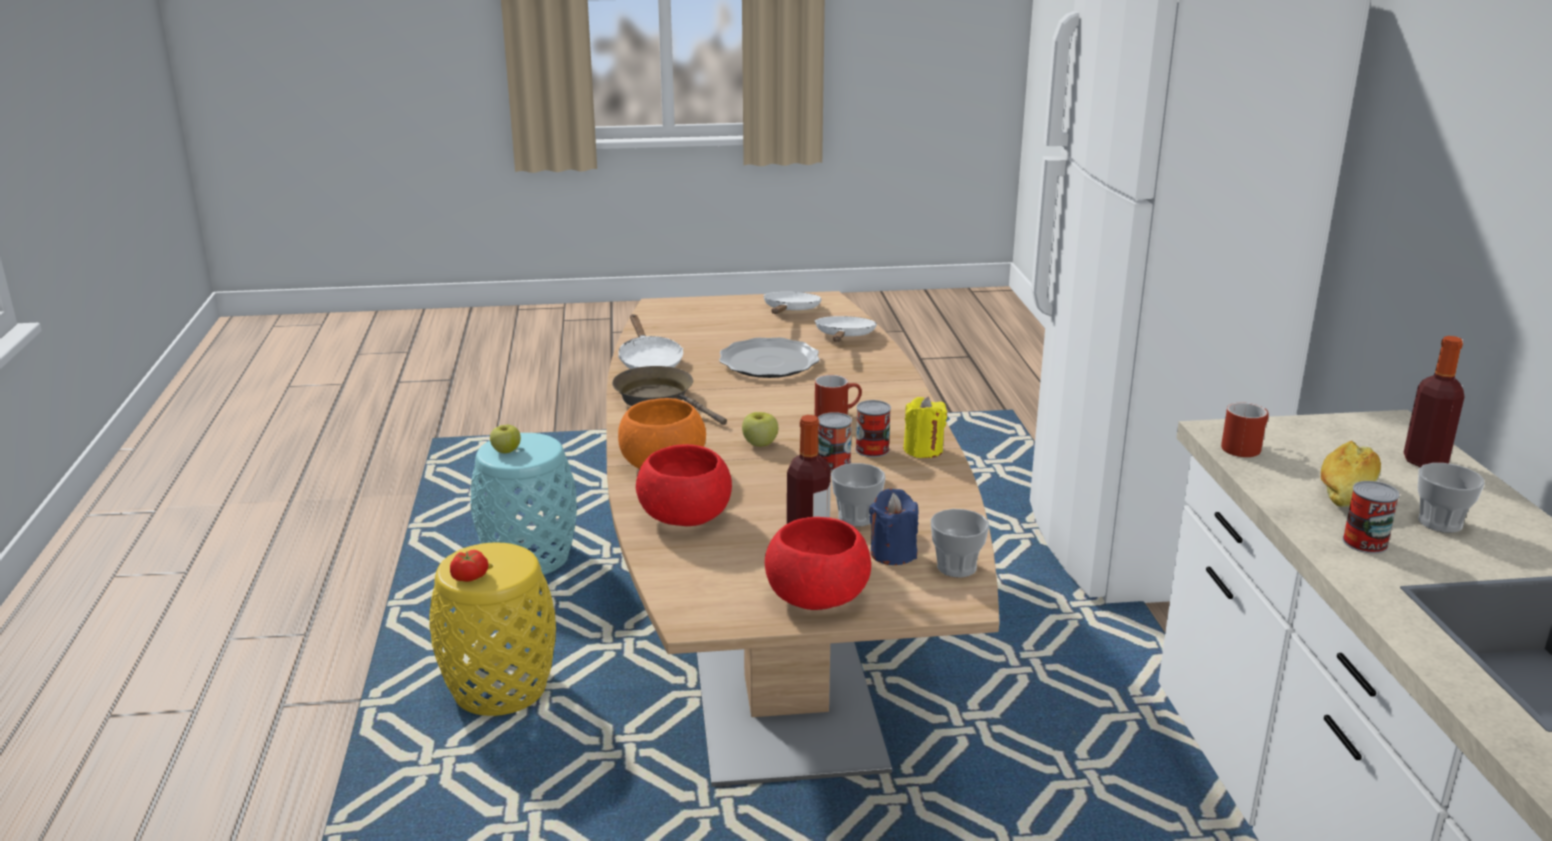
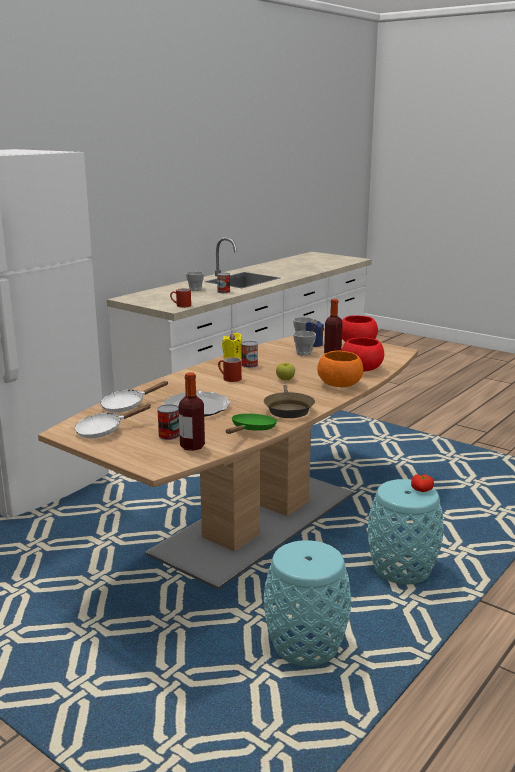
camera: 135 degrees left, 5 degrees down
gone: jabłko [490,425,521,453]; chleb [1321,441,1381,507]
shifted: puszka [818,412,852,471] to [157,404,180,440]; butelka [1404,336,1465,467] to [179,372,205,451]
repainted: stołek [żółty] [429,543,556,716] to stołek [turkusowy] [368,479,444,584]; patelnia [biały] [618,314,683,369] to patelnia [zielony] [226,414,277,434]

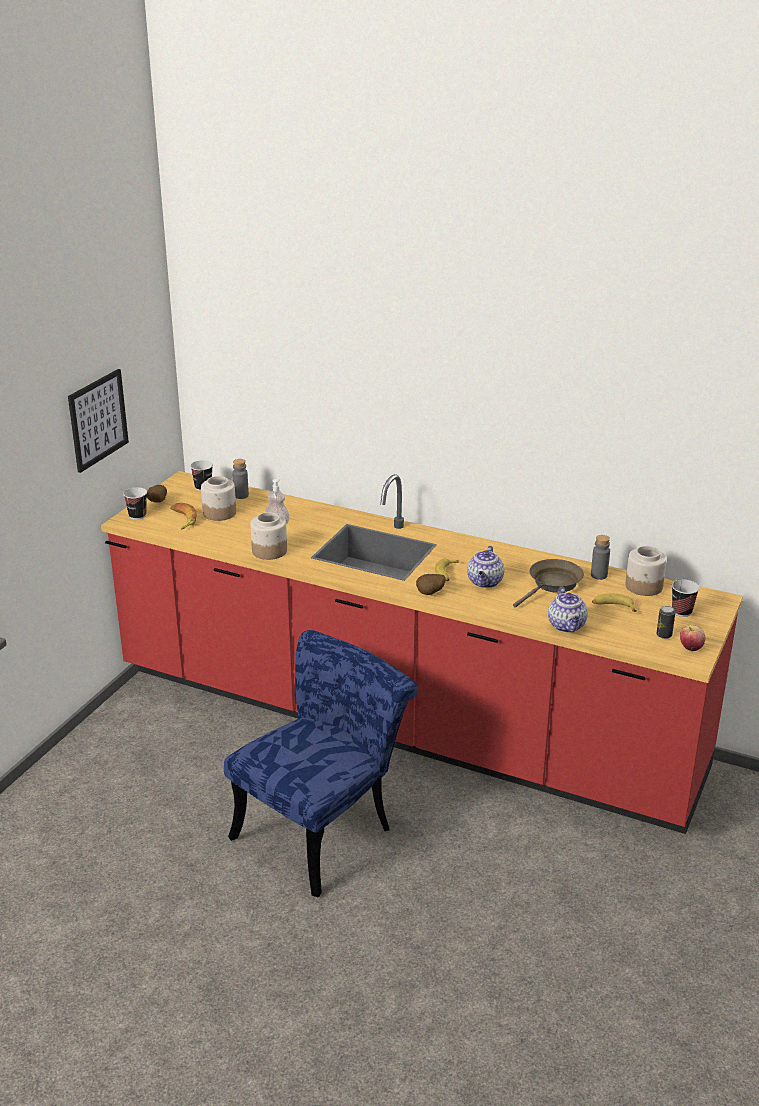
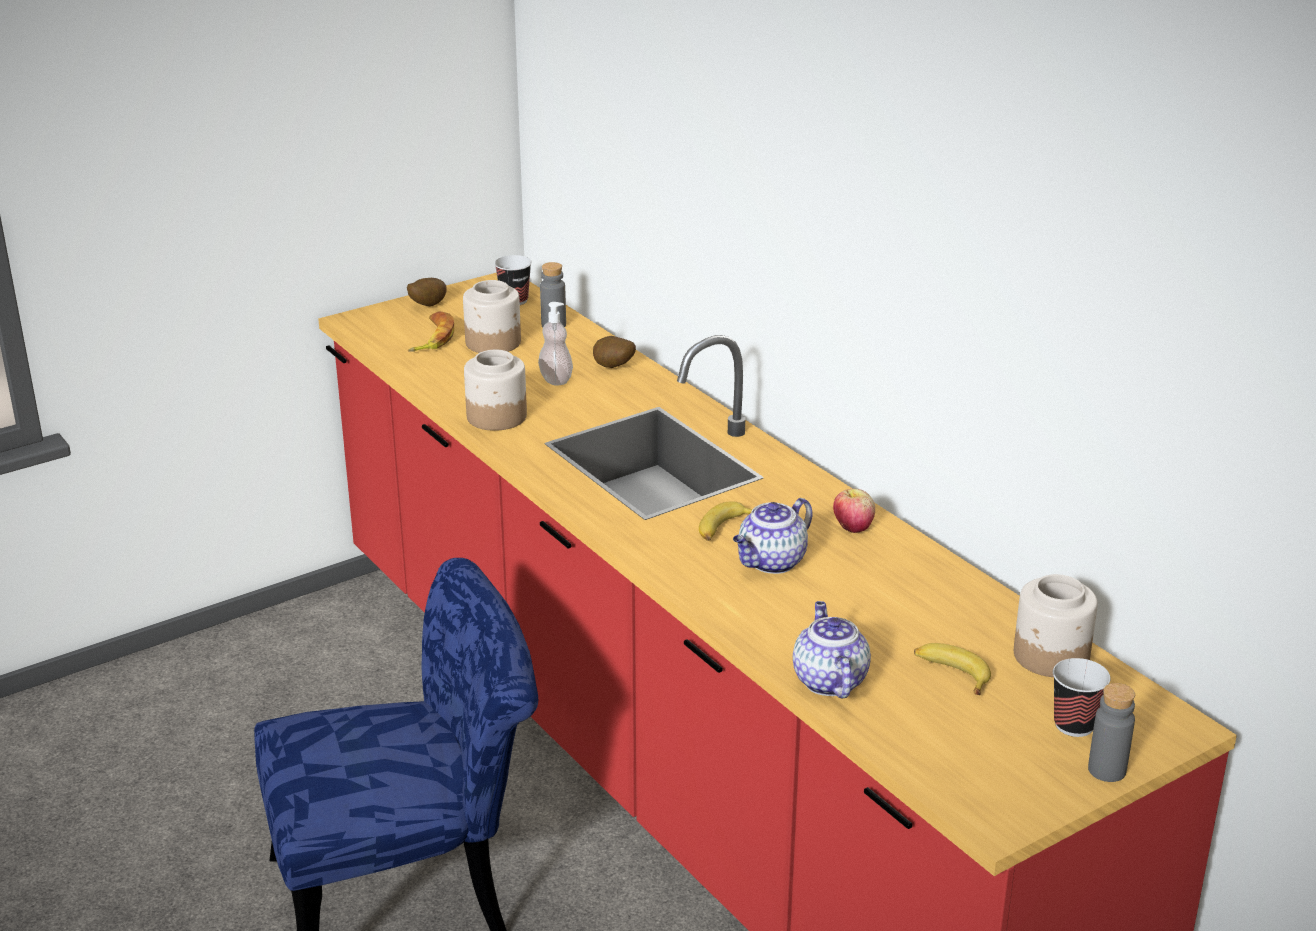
camera: 30 degrees right, 0 degrees up
gone: obraz [68,369,129,473]; filiżanka [123,487,147,520]; patelnia [brązowy] [513,559,584,608]; puszka [656,606,675,639]
shifted: ziemniak [416,574,446,595] to [593,336,636,368]; butelka [szary] [591,535,610,580] to [1088,683,1135,782]; jabłko [680,625,705,651] to [833,489,875,533]
rotated: imbryk [548,587,588,632] = [793,601,871,698] 150 degrees clockwise

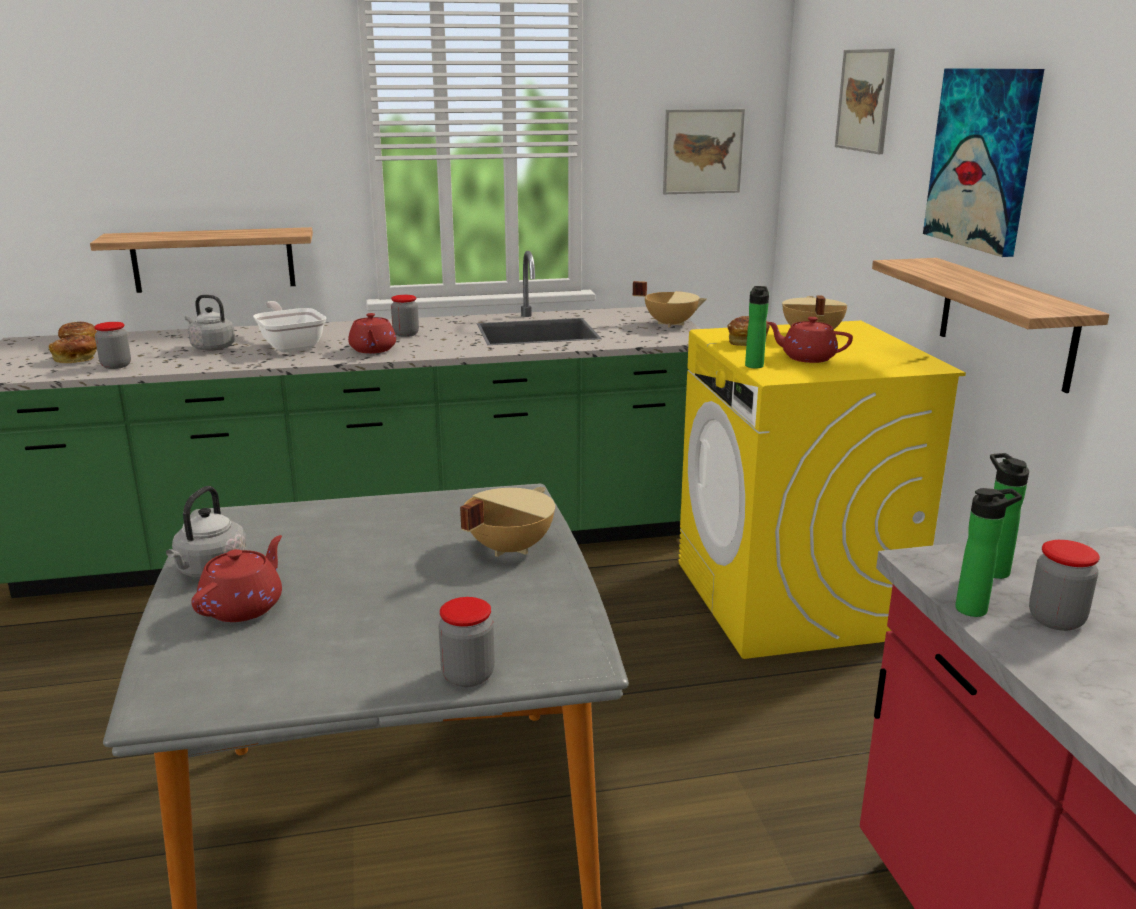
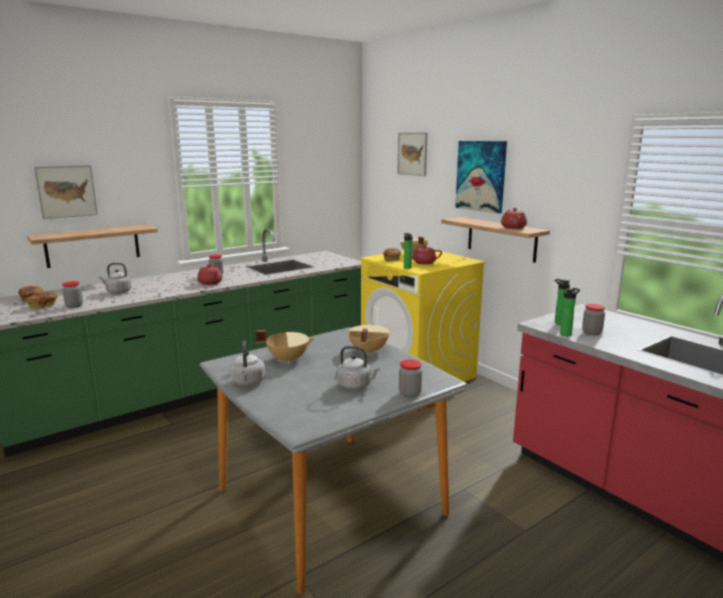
camera: 25 degrees left, 5 degrees down
gone: patelnia [253,301,326,352]
new: czajnik [szary] [337,346,380,390]
shifted: imbryk [czerwony] [191,535,282,622] to [501,208,527,229]; garnek [beżowy] [633,281,707,328] to [255,330,315,364]; obraz [663,109,745,194] to [34,165,98,219]

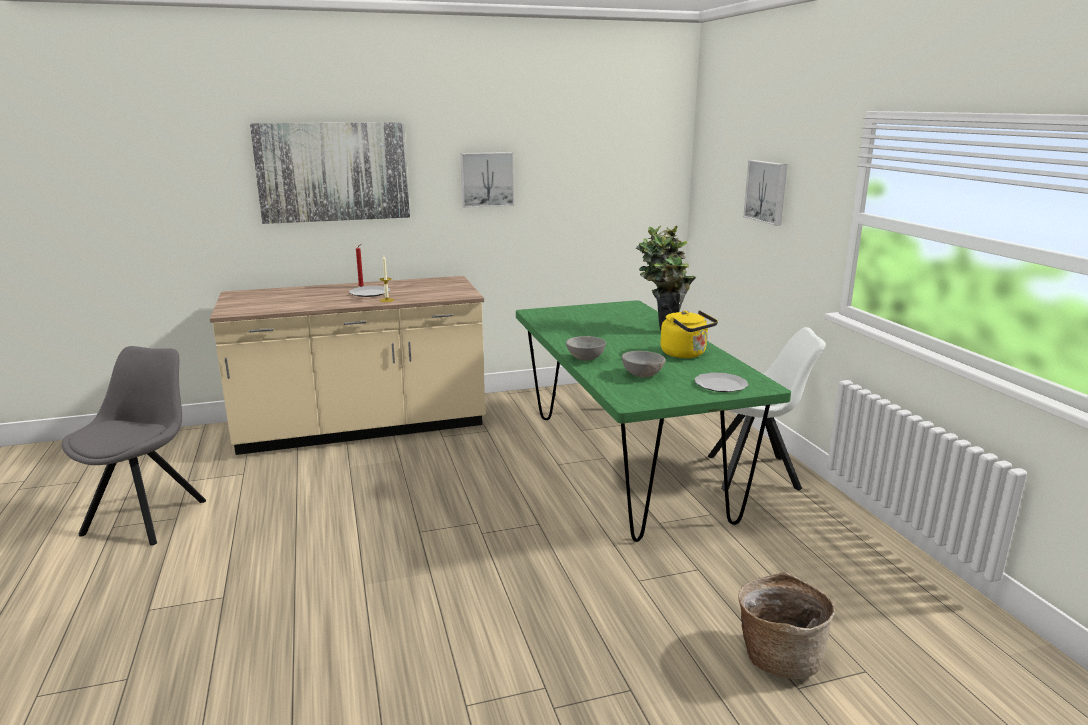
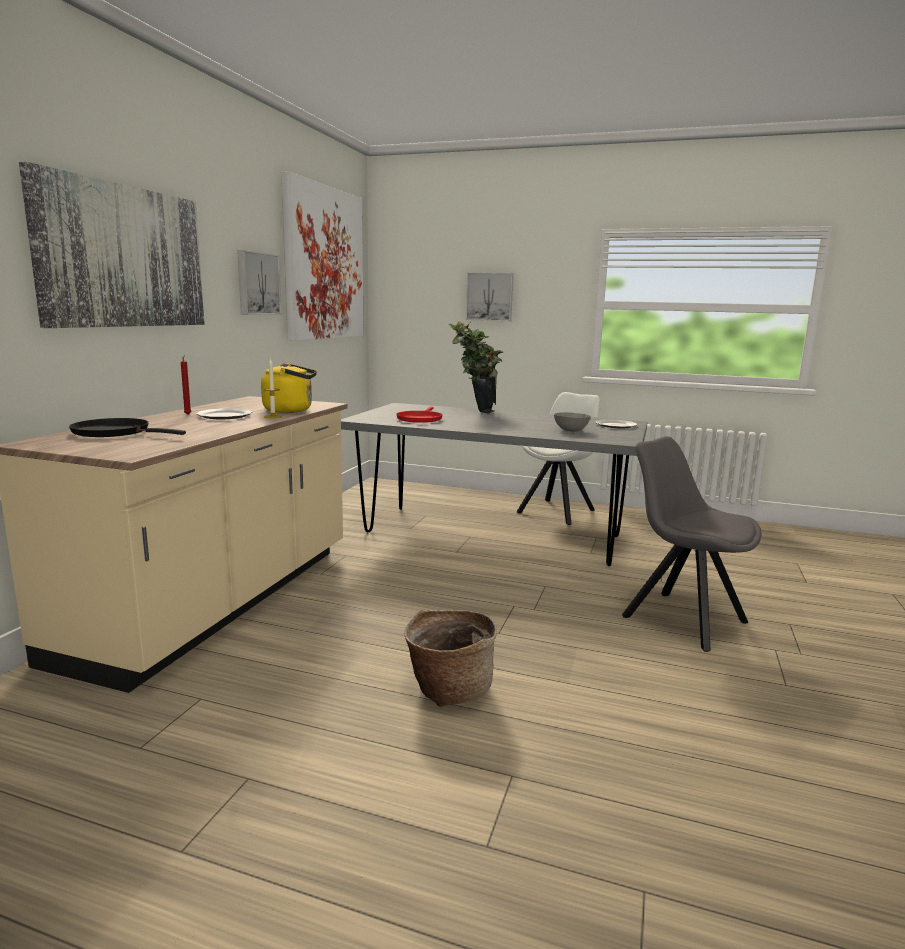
camera: 55 degrees left, 5 degrees down
gone: miska [szary] [566,336,606,361]
new: patelnia [czarny] [69,418,186,437]; obraz [281,171,363,341]; patelnia [czerwony] [396,407,443,423]
shifted: krzesło [szary] [62,346,206,545] to [622,436,761,652]; czajnik [żółty] [660,310,718,358] to [261,363,317,413]; koszyk [738,572,835,679] to [404,610,497,707]
repainted: stół jadalny [zielony] [516,300,791,542] to stół jadalny [szary] [341,403,647,566]

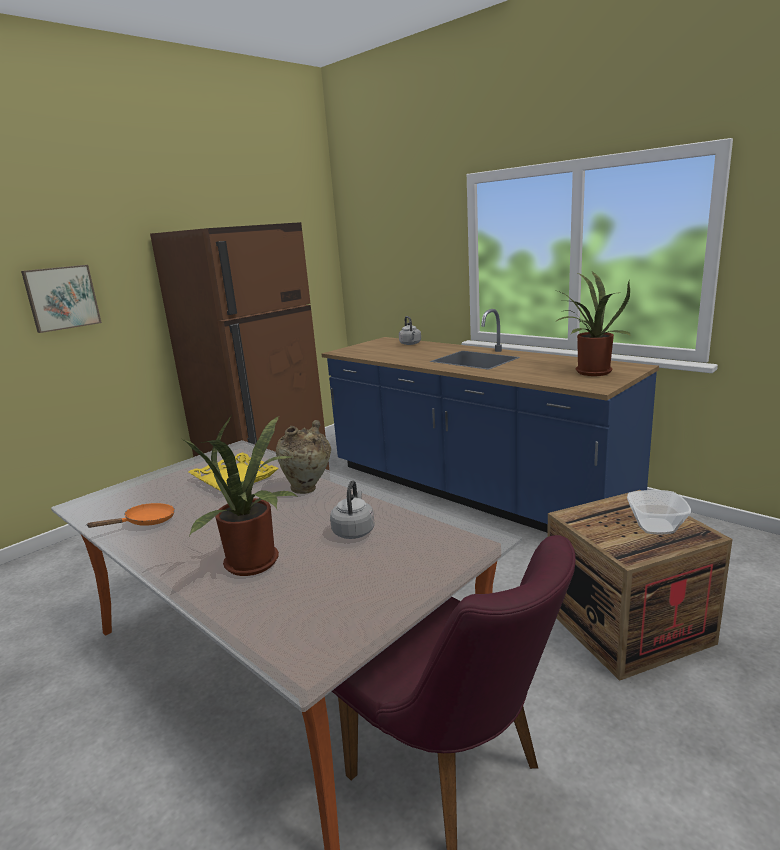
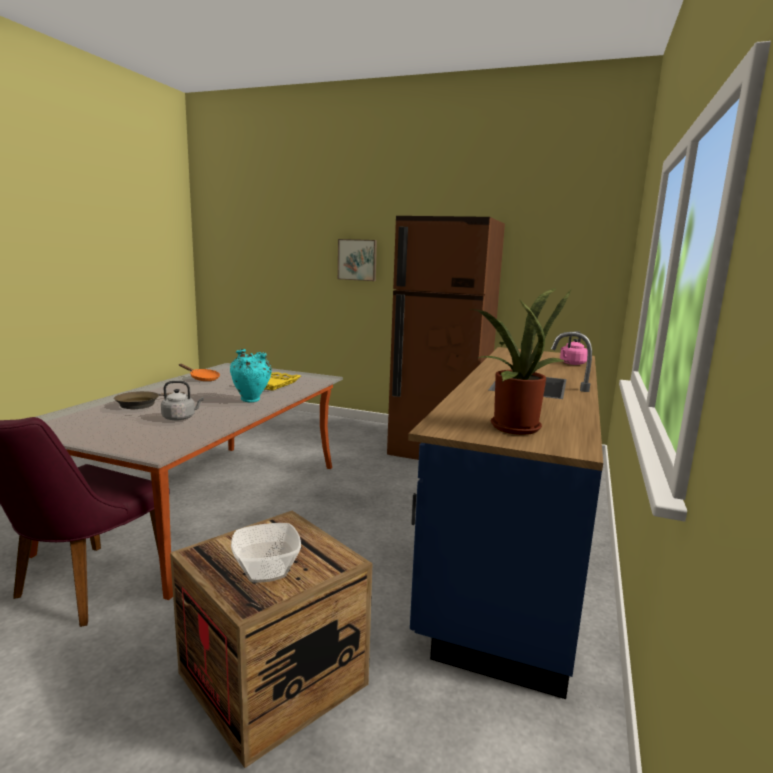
camera: 65 degrees right, 5 degrees down
swapped: roślina doniczkowa [182,416,299,576] to patelnia [brązowy] [114,391,185,409]
repainted: wazon [beżowy] [276,420,331,494] to wazon [turkusowy] [230,349,272,402]; czajnik [szary] [399,316,421,345] to czajnik [różowy] [560,331,588,365]

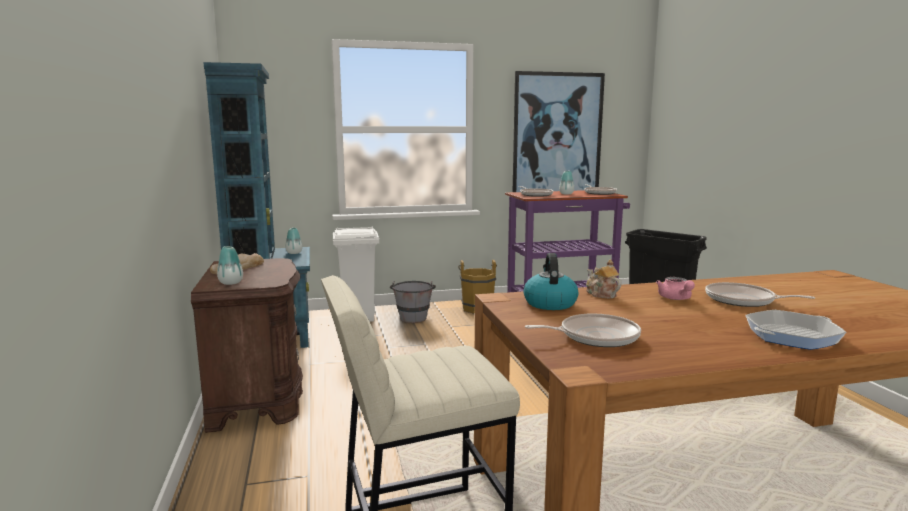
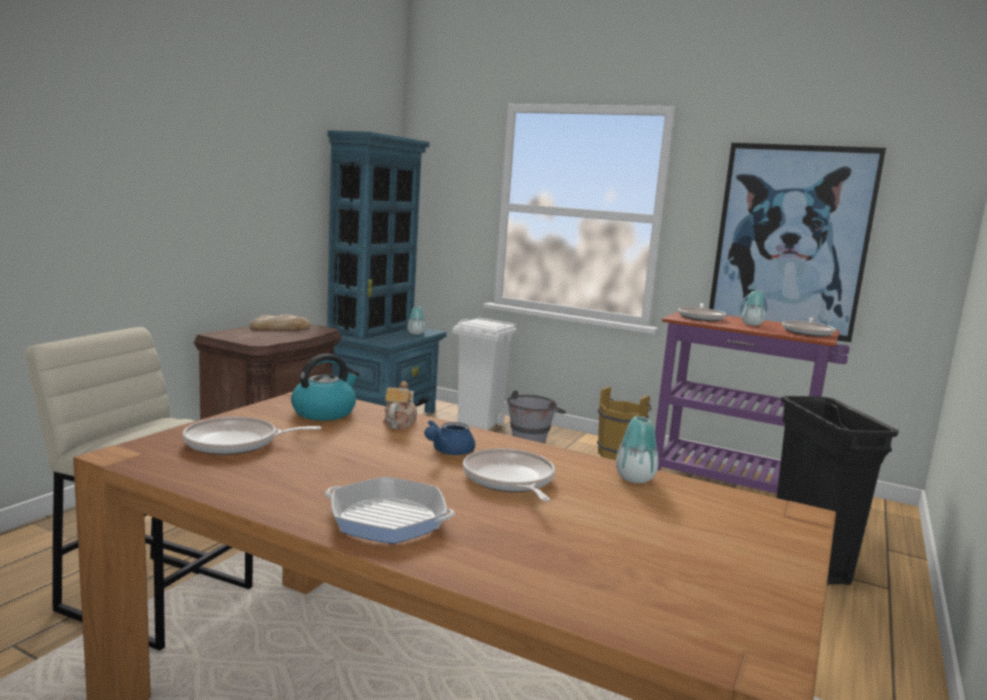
camera: 40 degrees right, 0 degrees up
shifted: wazon [217,246,243,285] to [616,416,658,483]
repainted: imbryk [różowy] [656,277,695,300] to imbryk [niebieski] [424,420,475,455]
rotated: patelnia [525,313,641,347] = [182,417,321,455] 135 degrees clockwise

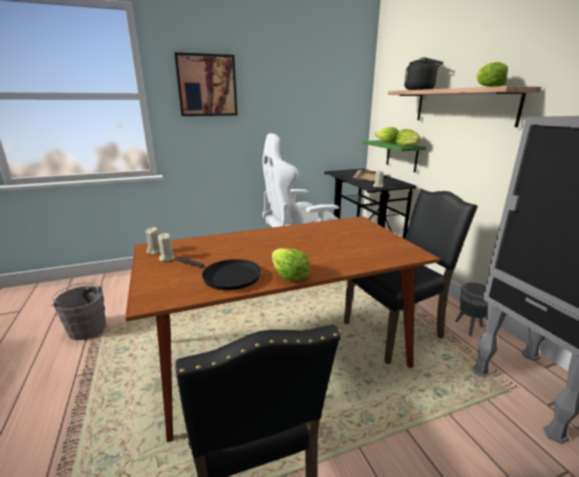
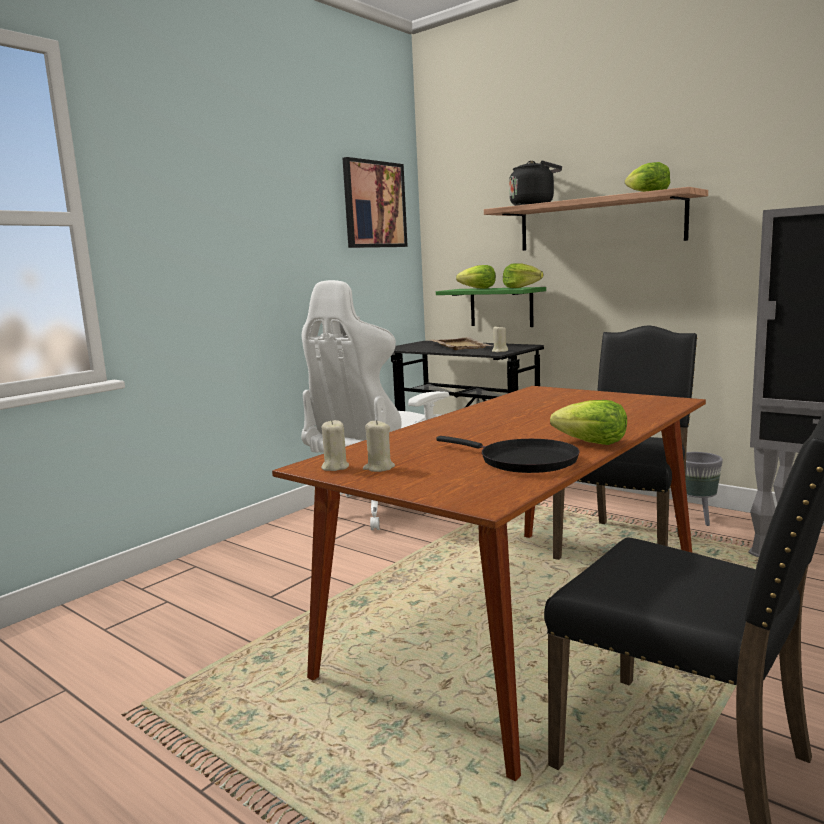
camera: 30 degrees left, 10 degrees down
gone: wiadro [szary] [51,283,106,340]
shifted: obraz [174,52,238,116] to [342,157,408,248]
rotated: patelnia [czarny] [177,257,261,290] = [436,436,580,473] 45 degrees clockwise

